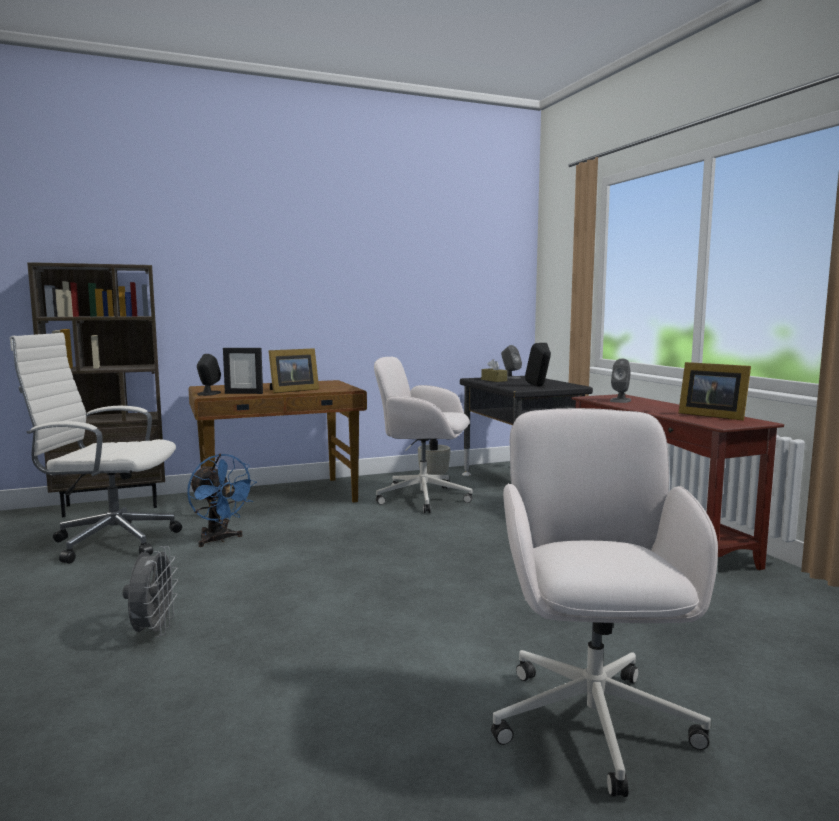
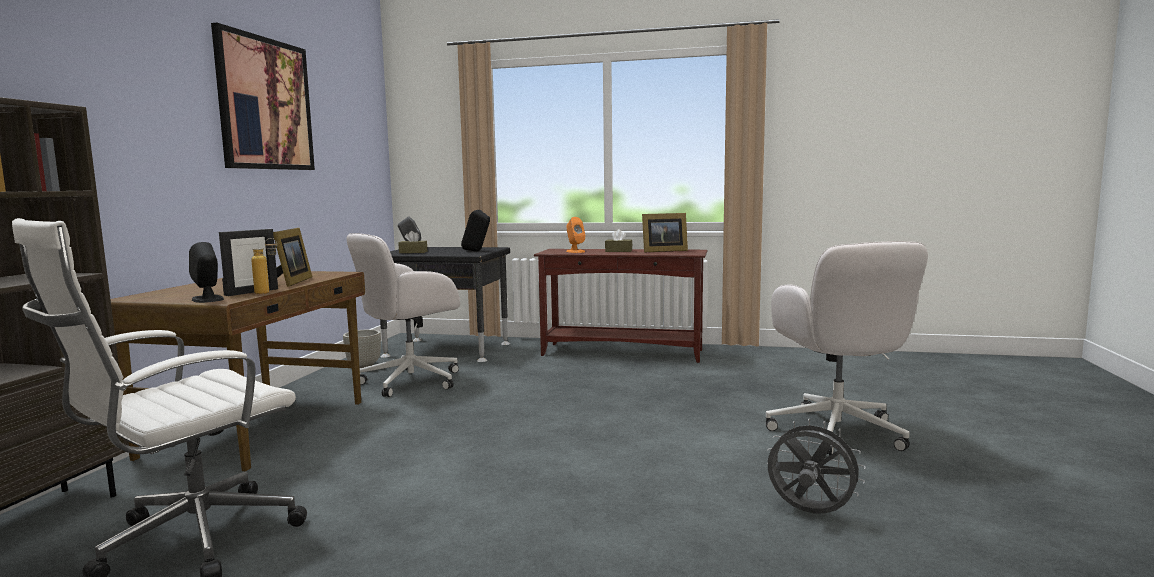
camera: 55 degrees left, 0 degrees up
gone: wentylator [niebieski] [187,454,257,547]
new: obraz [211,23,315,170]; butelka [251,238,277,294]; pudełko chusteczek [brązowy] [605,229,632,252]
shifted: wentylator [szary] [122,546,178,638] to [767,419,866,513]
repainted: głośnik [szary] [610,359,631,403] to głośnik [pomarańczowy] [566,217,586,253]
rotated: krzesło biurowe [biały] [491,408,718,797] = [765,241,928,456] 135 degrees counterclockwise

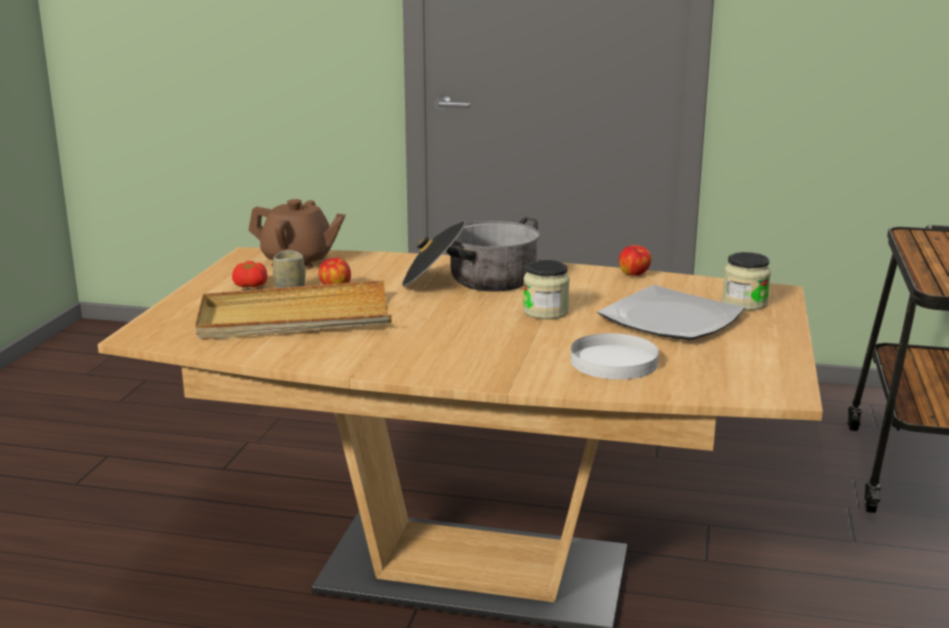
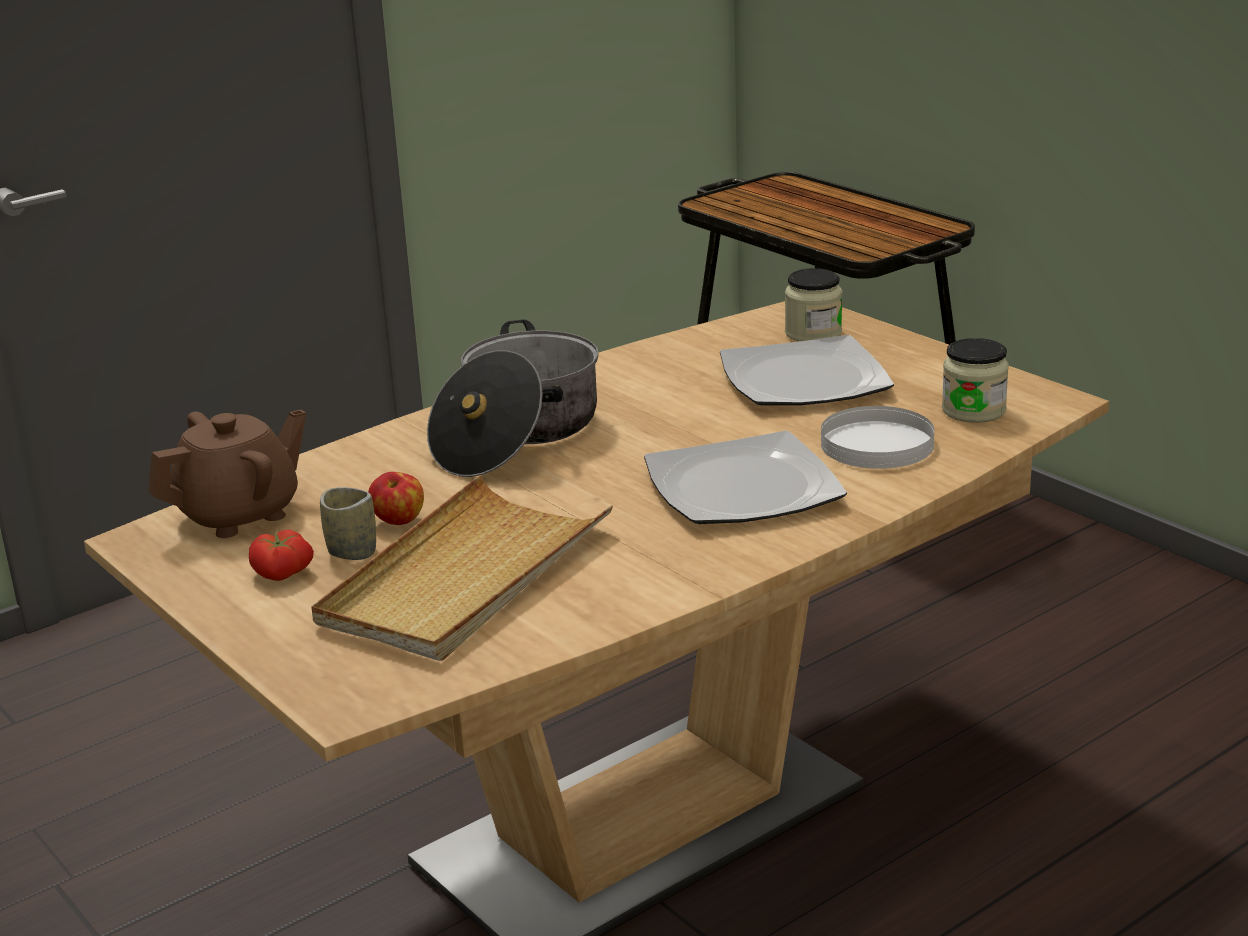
camera: 50 degrees left, 5 degrees up
gone: jabłko [619,245,652,276]
new: talerz [644,431,847,524]
shifted: słoik [523,260,570,319] to [942,338,1009,423]

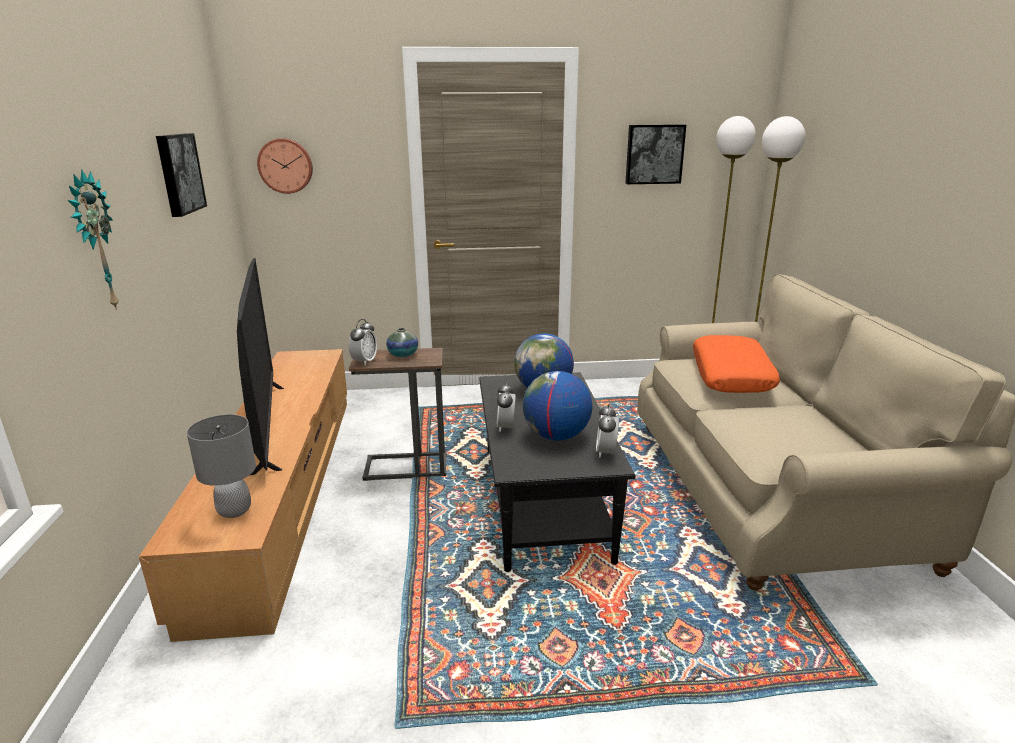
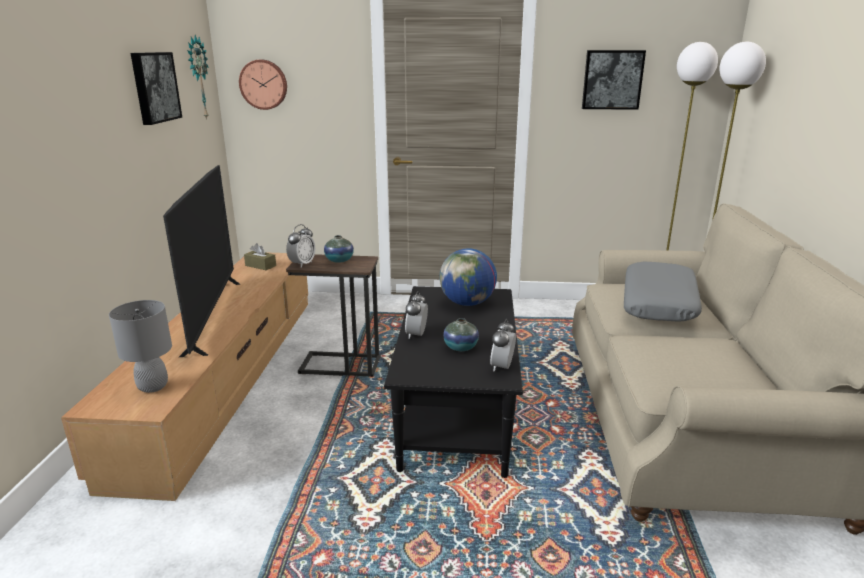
camera: 10 degrees right, 0 degrees up
new: pudełko chusteczek [brązowy] [244,243,276,270]
shifted: zegar ścienny [68,169,119,310] to [187,35,209,119]
swapped: globus [523,371,592,441] to wazon [443,318,479,351]
repainted: poduszka [pomarańczowy] [693,335,780,393] to poduszka [szary] [624,261,702,322]

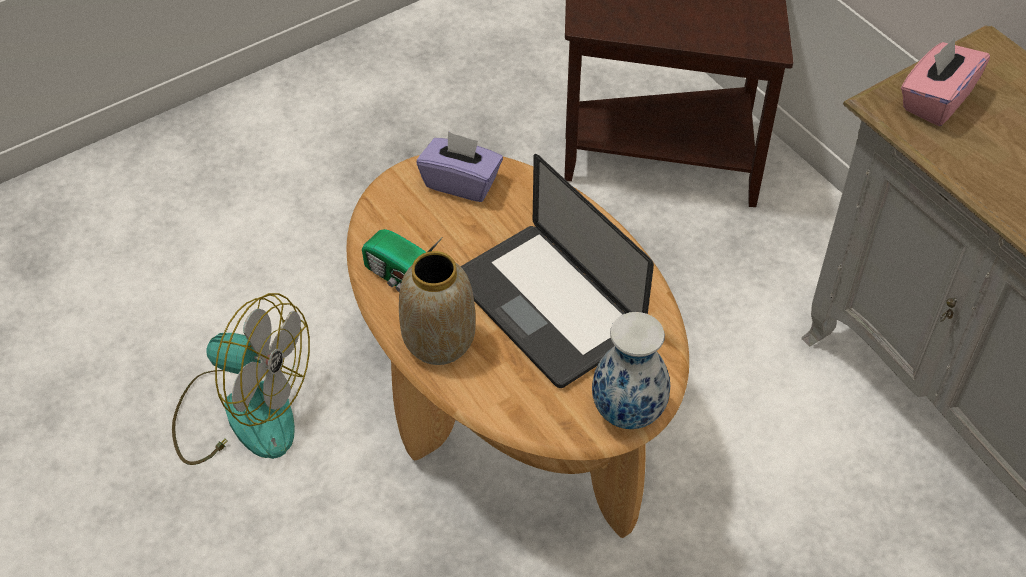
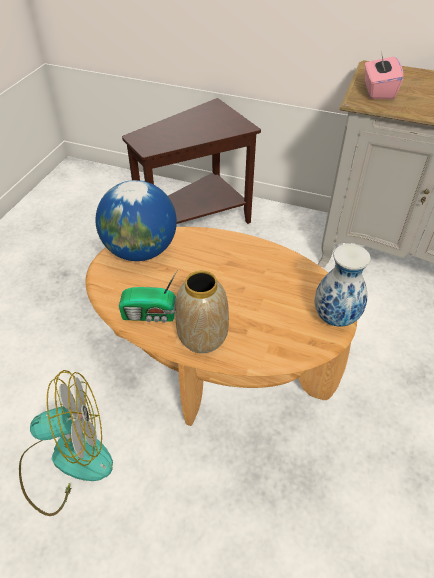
camera: 35 degrees left, 5 degrees down
gone: laptop [461,154,654,388]
swapped: pudełko chusteczek [fioletowy] [417,131,503,202] to globus [95,180,177,261]

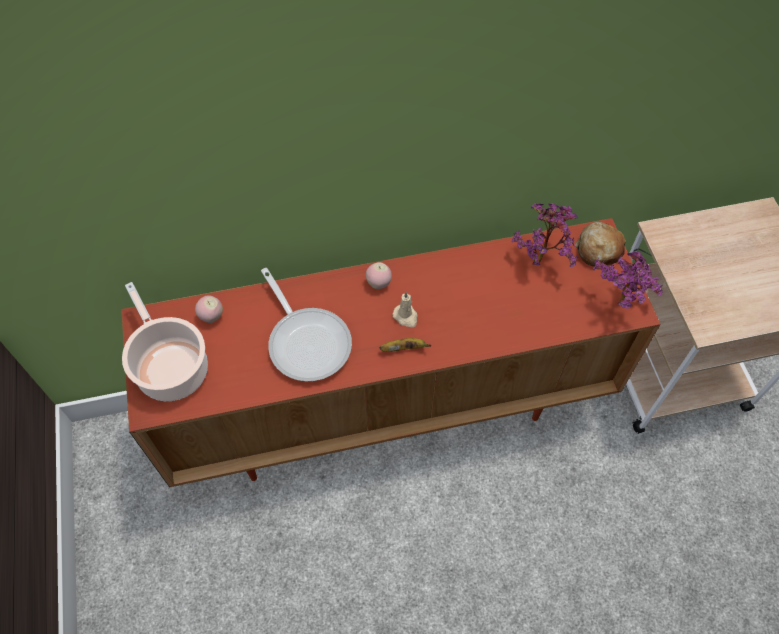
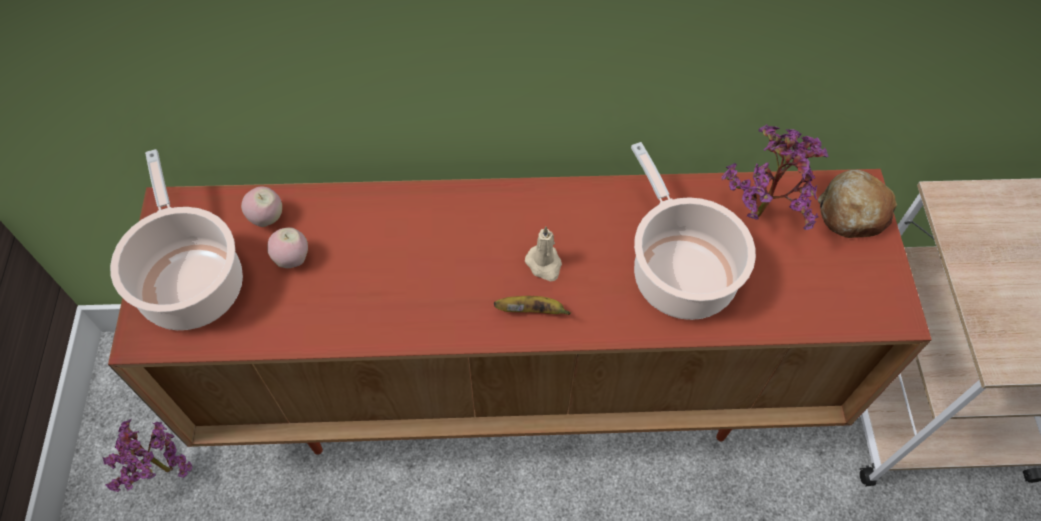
camera: 10 degrees right, 0 degrees up
gone: patelnia [261,268,352,381]
new: garnek [631,142,756,320]
shifted: jabłko [366,262,392,289] to [267,227,308,268]; roślina doniczkowa [593,251,663,309] to [103,419,192,492]

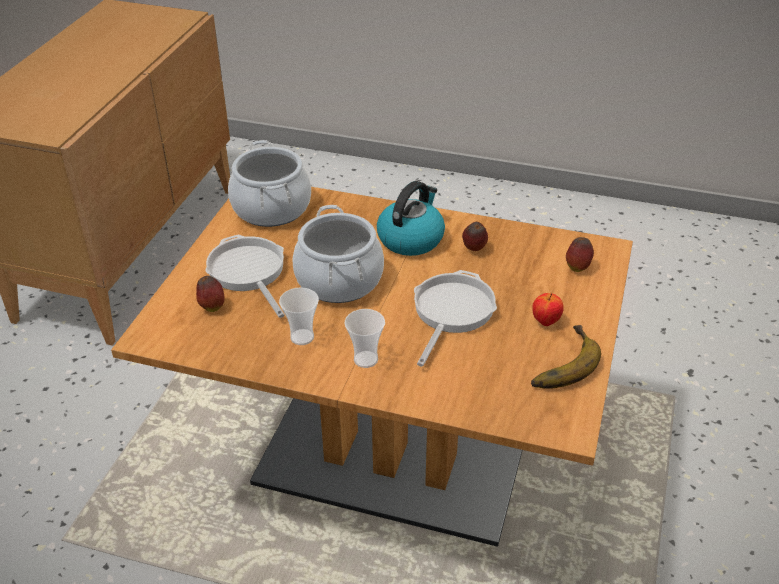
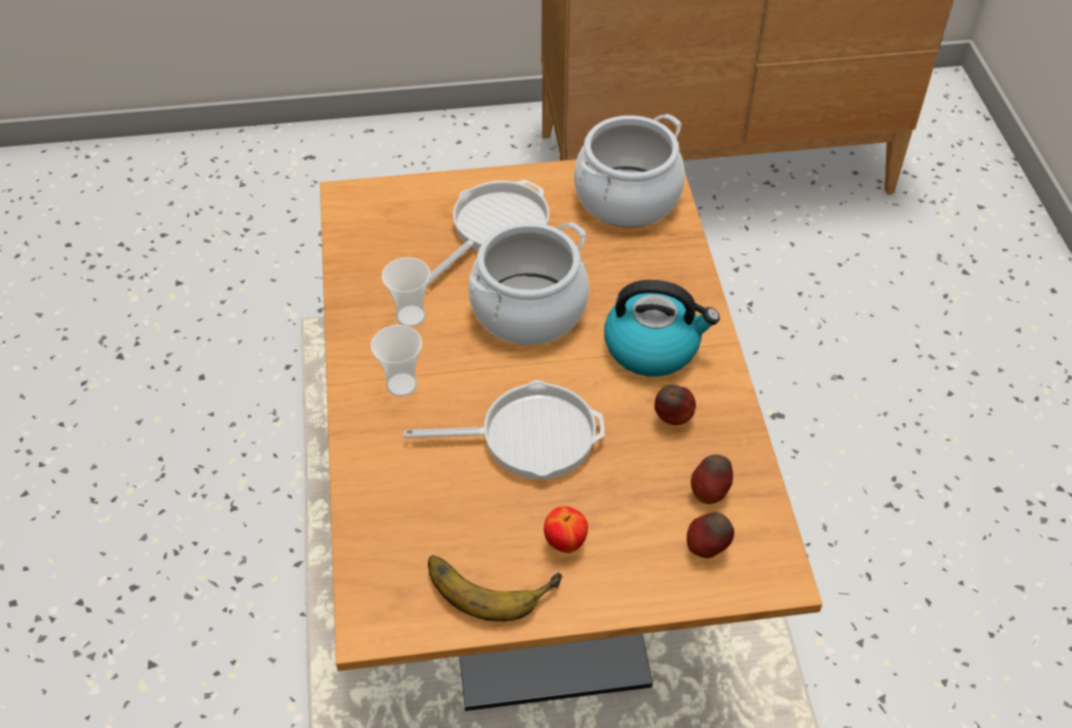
camera: 65 degrees right, 10 degrees up
shifted: jabłko [196,276,225,312] to [691,455,733,504]

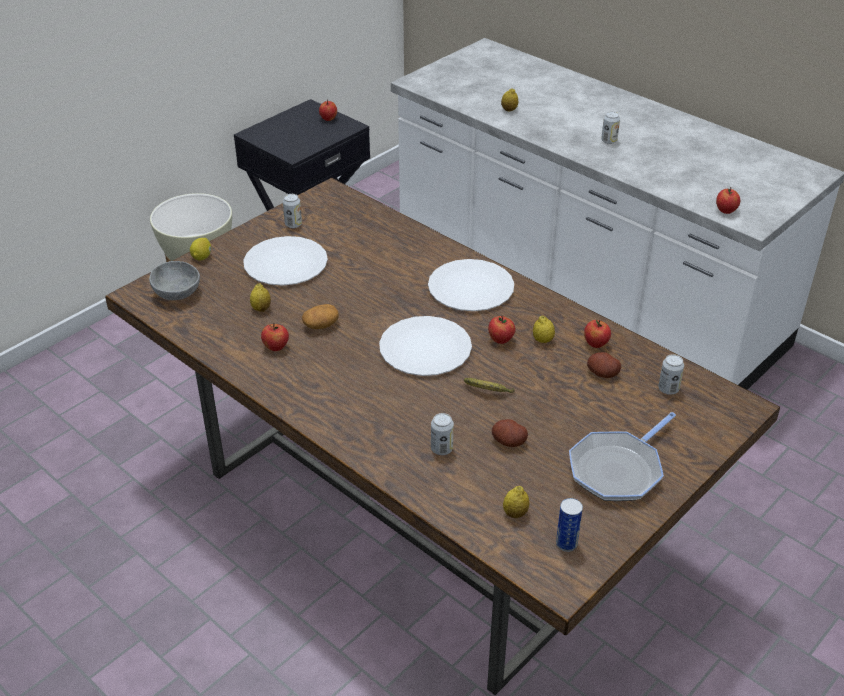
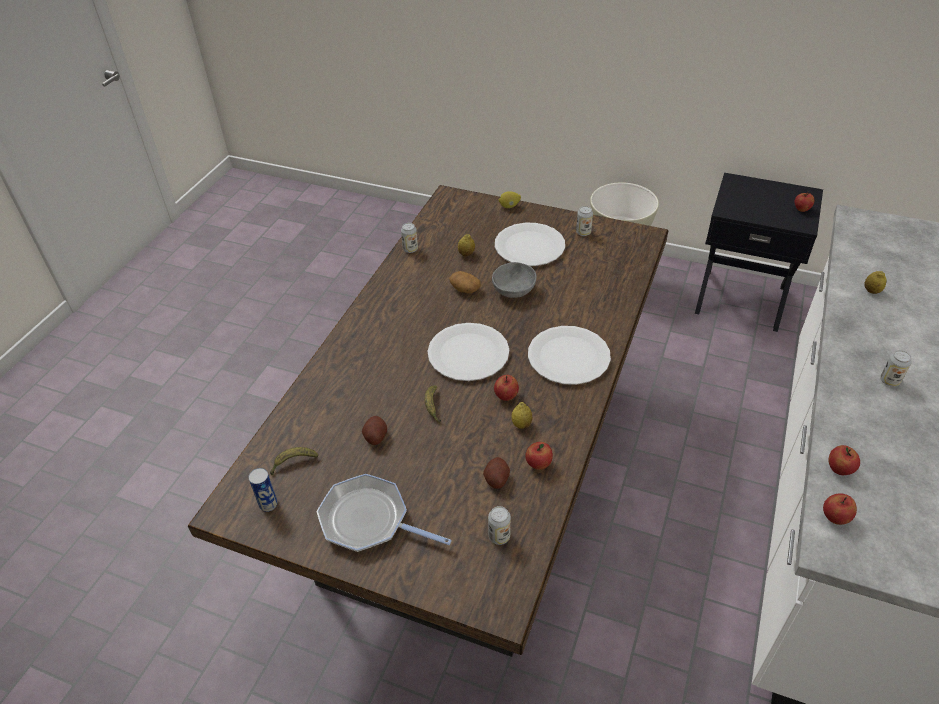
camera: 70 degrees right, 5 degrees up
shifted: miska [szary] [149,261,200,300] to [492,262,537,298]; jabłko [261,323,289,351] to [828,445,860,475]; puszka [431,413,454,455] to [401,223,418,253]
swapped: cytryna [503,486,530,518] to banan [270,447,318,475]

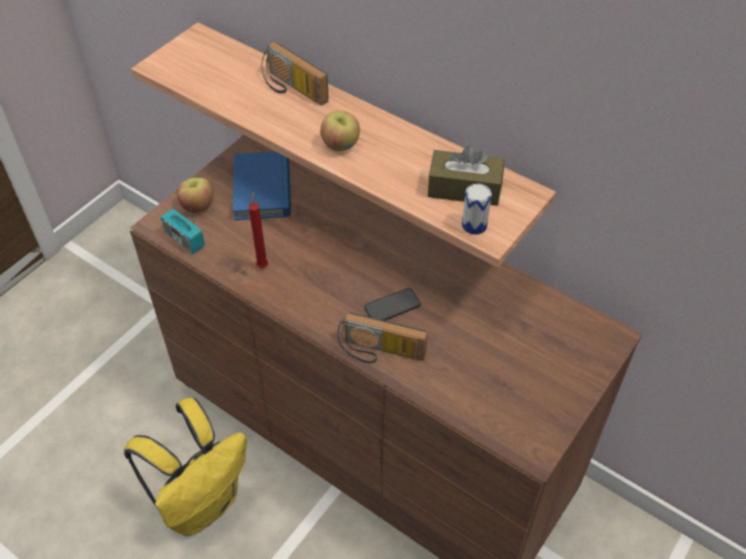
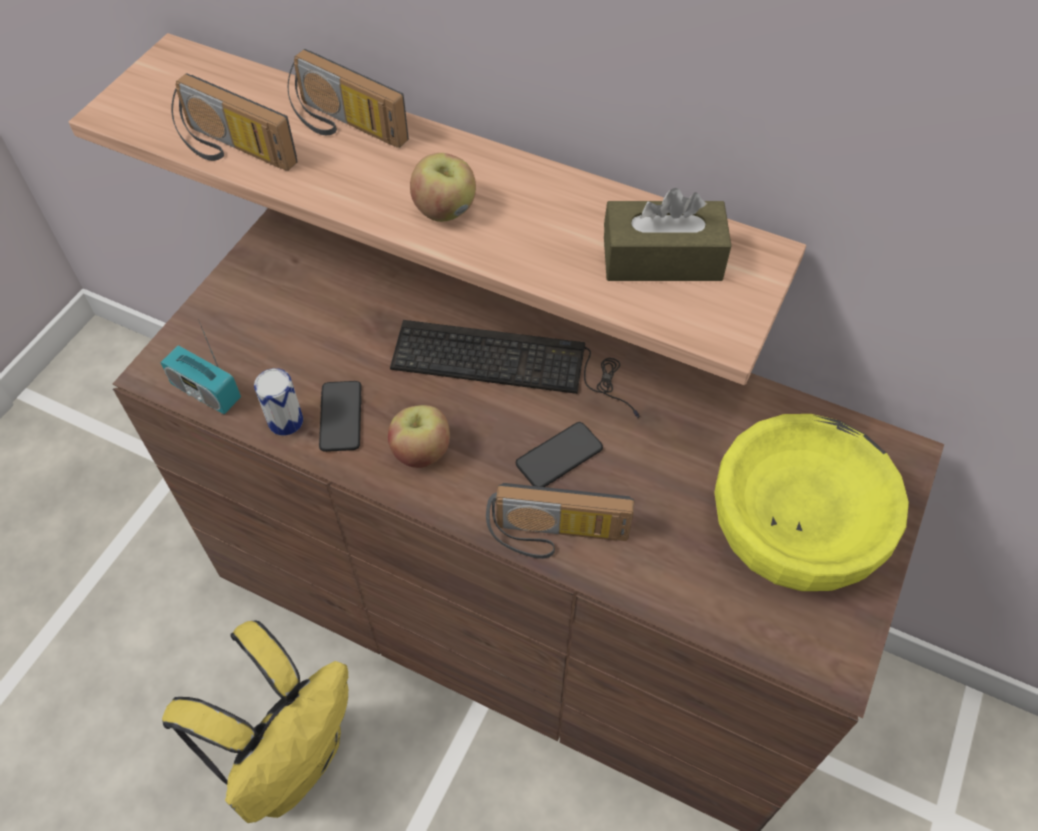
camera: 10 degrees left, 5 degrees up
gone: książka [niebieski] [233,152,291,220]
new: radio [172,73,298,171]; klawiatura [390,320,640,418]; miska [żółty] [714,414,909,591]
shifted: jabłko [177,178,214,213] to [388,405,450,468]; puszka [462,183,492,235] to [254,368,303,436]
swapped: świeca [czerwony] [249,191,268,268] to telefon [319,381,362,452]

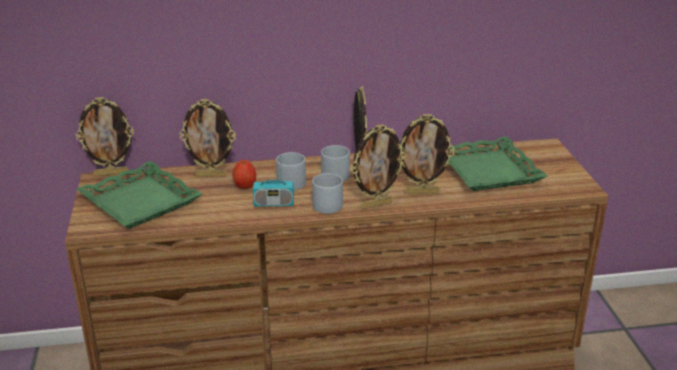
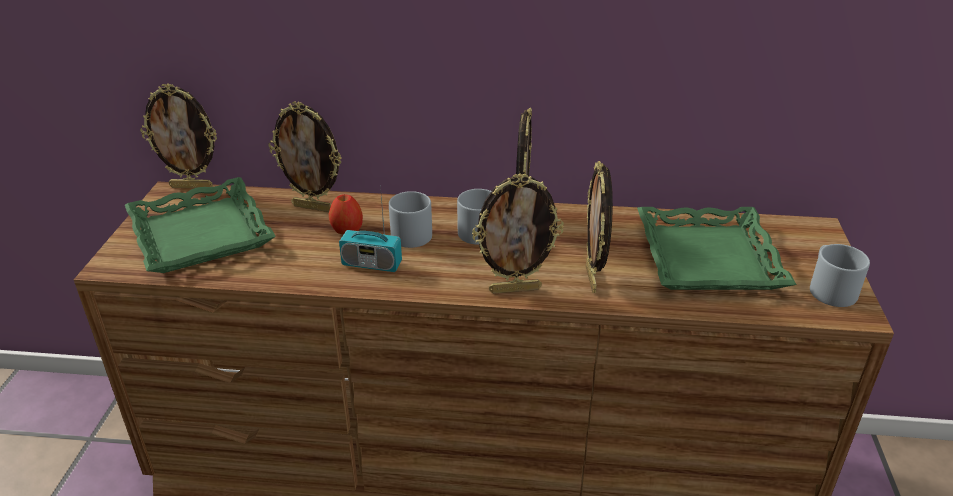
camera: 15 degrees right, 5 degrees up
shifted: kubek [szary] [312,173,343,214] to [810,244,870,307]
rotated: ramka na zdjęcie [400,113,455,194] = [586,161,613,293] 75 degrees clockwise

